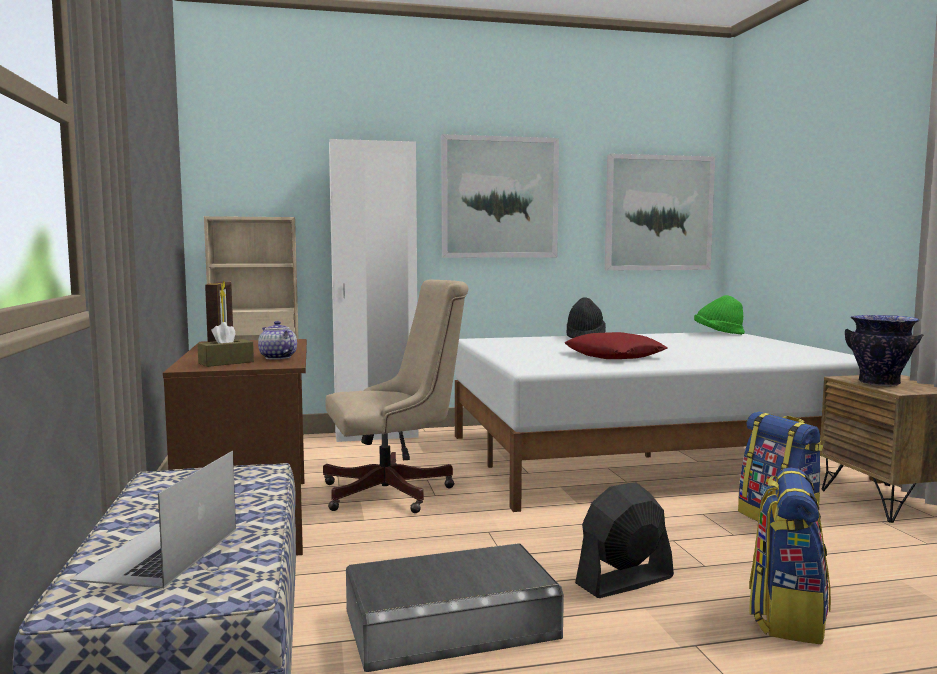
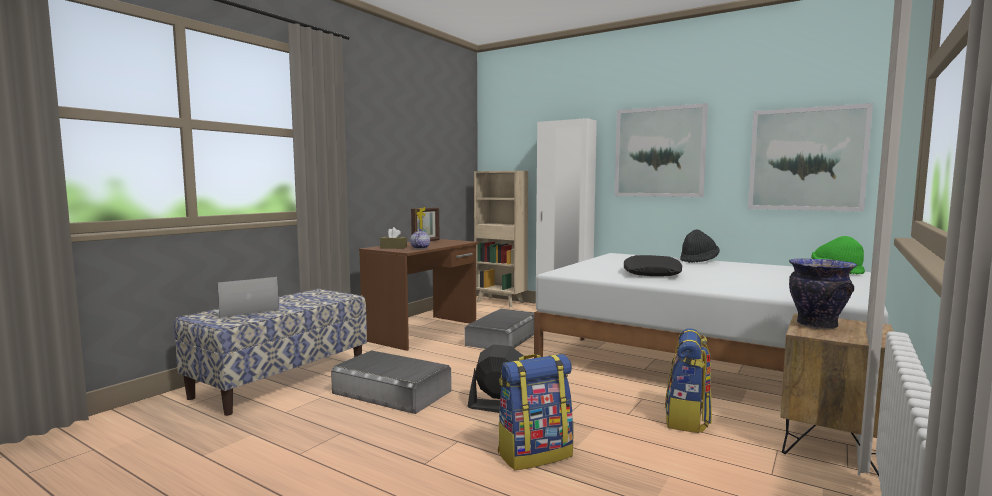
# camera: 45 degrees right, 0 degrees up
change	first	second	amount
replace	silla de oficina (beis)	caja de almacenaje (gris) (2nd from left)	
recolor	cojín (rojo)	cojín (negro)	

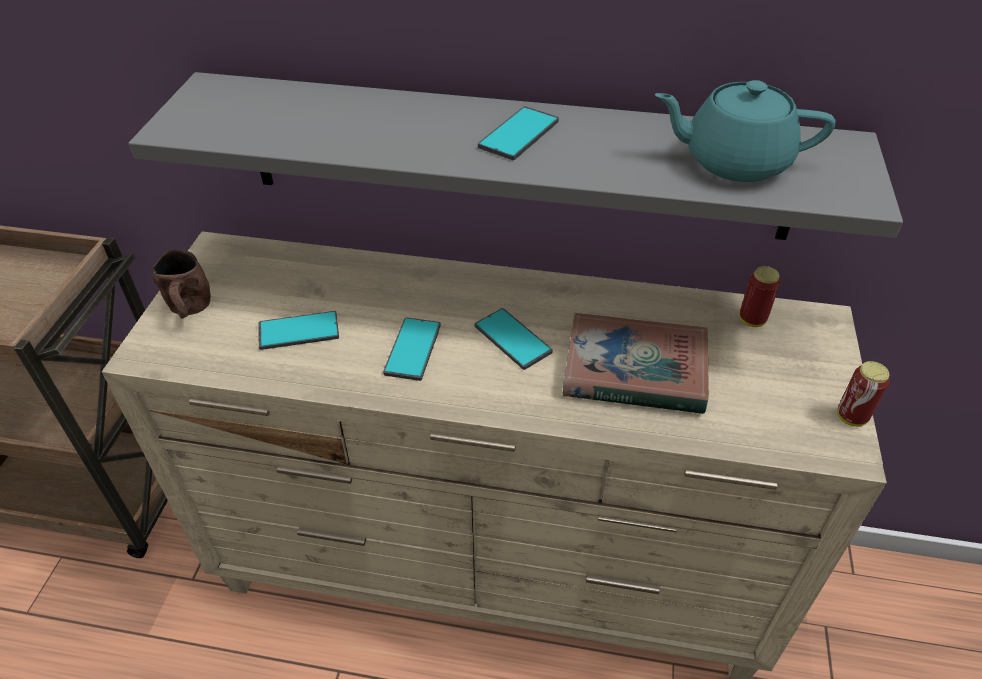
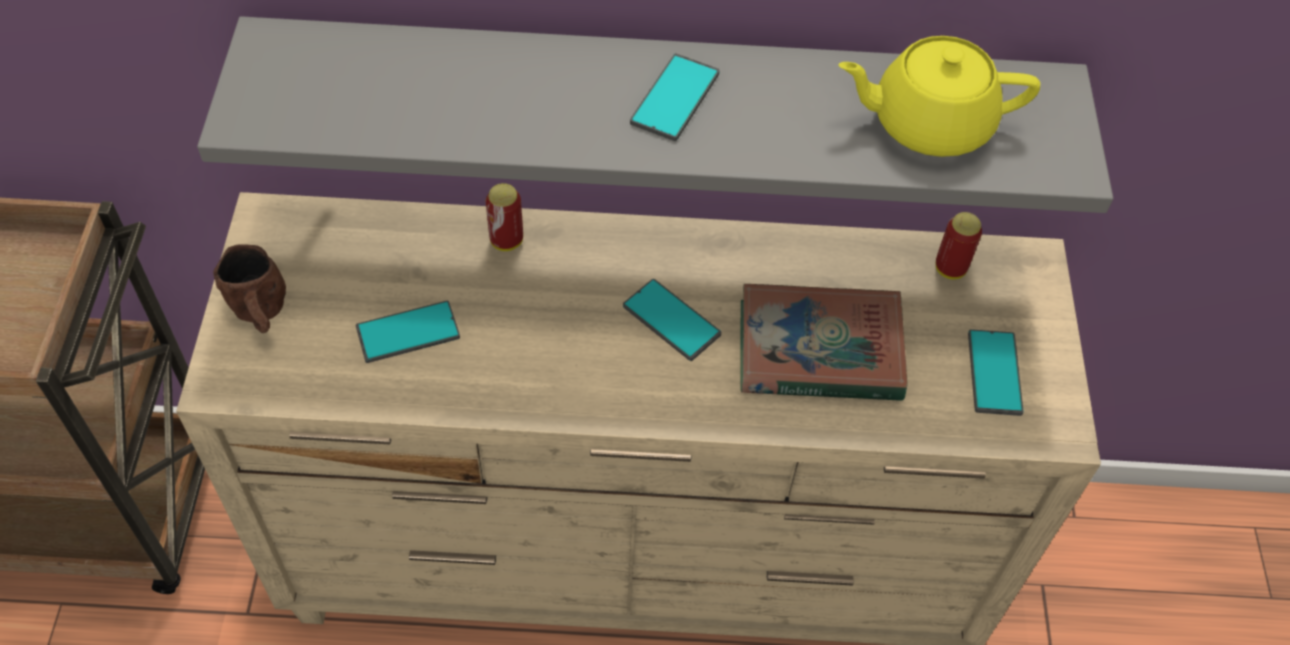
# camera: 10 degrees left, 10 degrees up
change	first	second	amount
move	móvil (2nd from left in the first image)	móvil (4th from left)	
move	lata (2nd from left in the first image)	lata (1st from left)	
recolor	tetera (turquesa)	tetera (amarillo)	

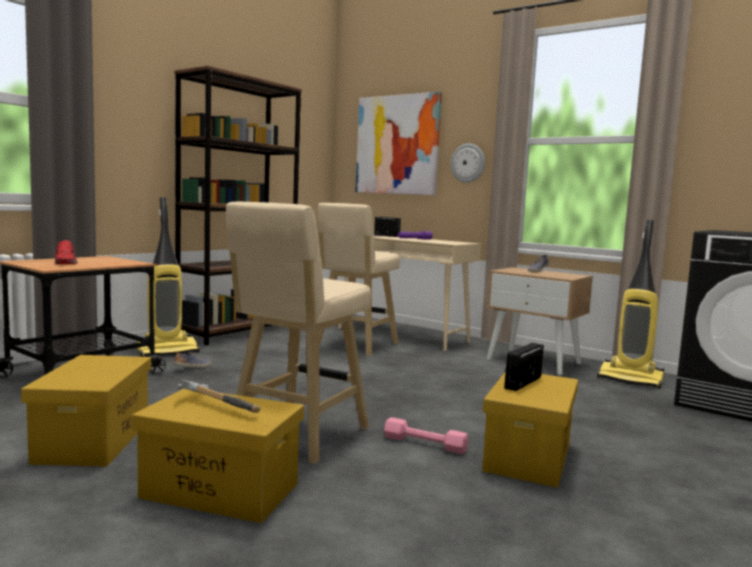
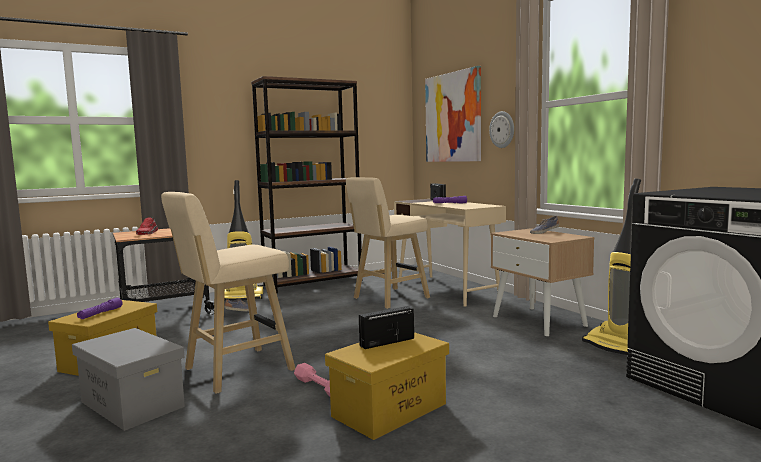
# camera: 25 degrees right, 0 degrees up
change	first	second	amount
delete	martillo		
insert		linterna (morado) (1st from left)	
recolor	caja de almacenaje (amarillo) (2nd from left)	caja de almacenaje (gris)	

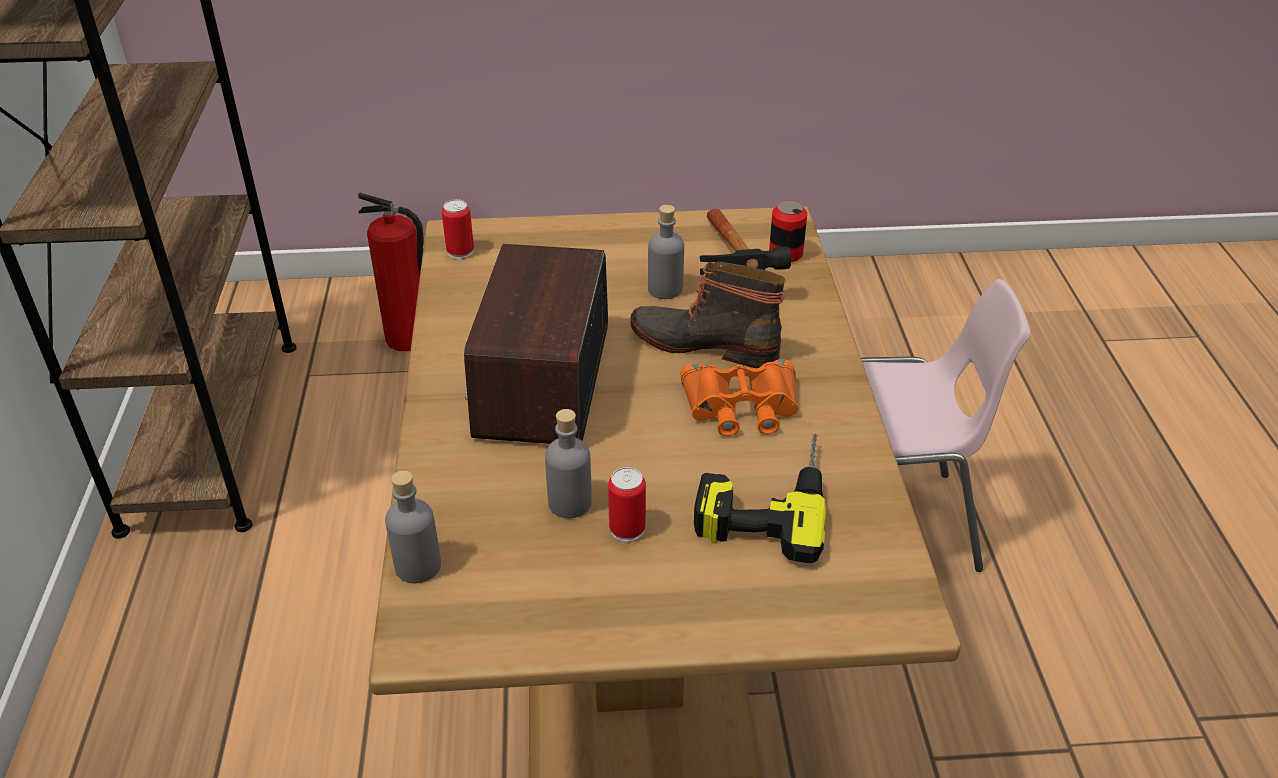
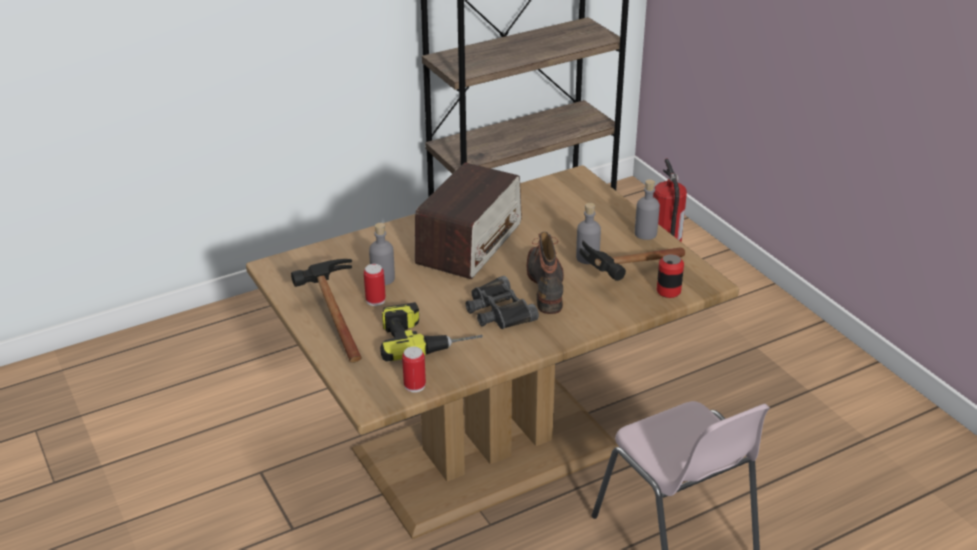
# camera: 65 degrees right, 5 degrees down
change	first	second	amount
insert		martillo (1st from left)	
move	botella (gris) (1st from left in the first image)	botella (gris) (3rd from left)	
move	lata (1st from left in the first image)	lata (2nd from left)	
recolor	prismáticos (naranja)	prismáticos (negro)	
rotate	radio		135 degrees clockwise

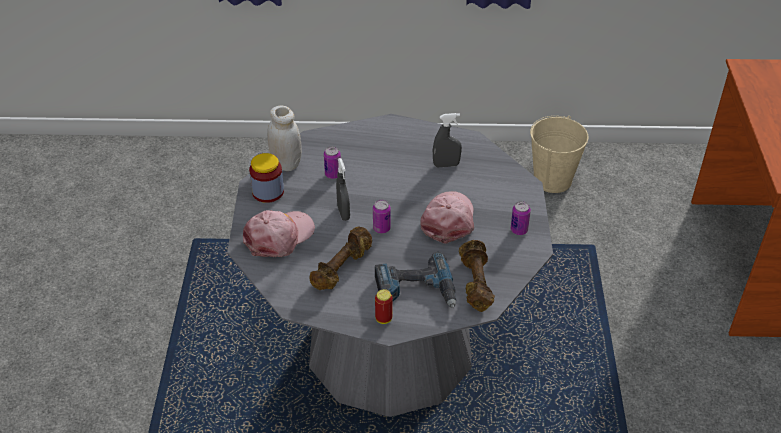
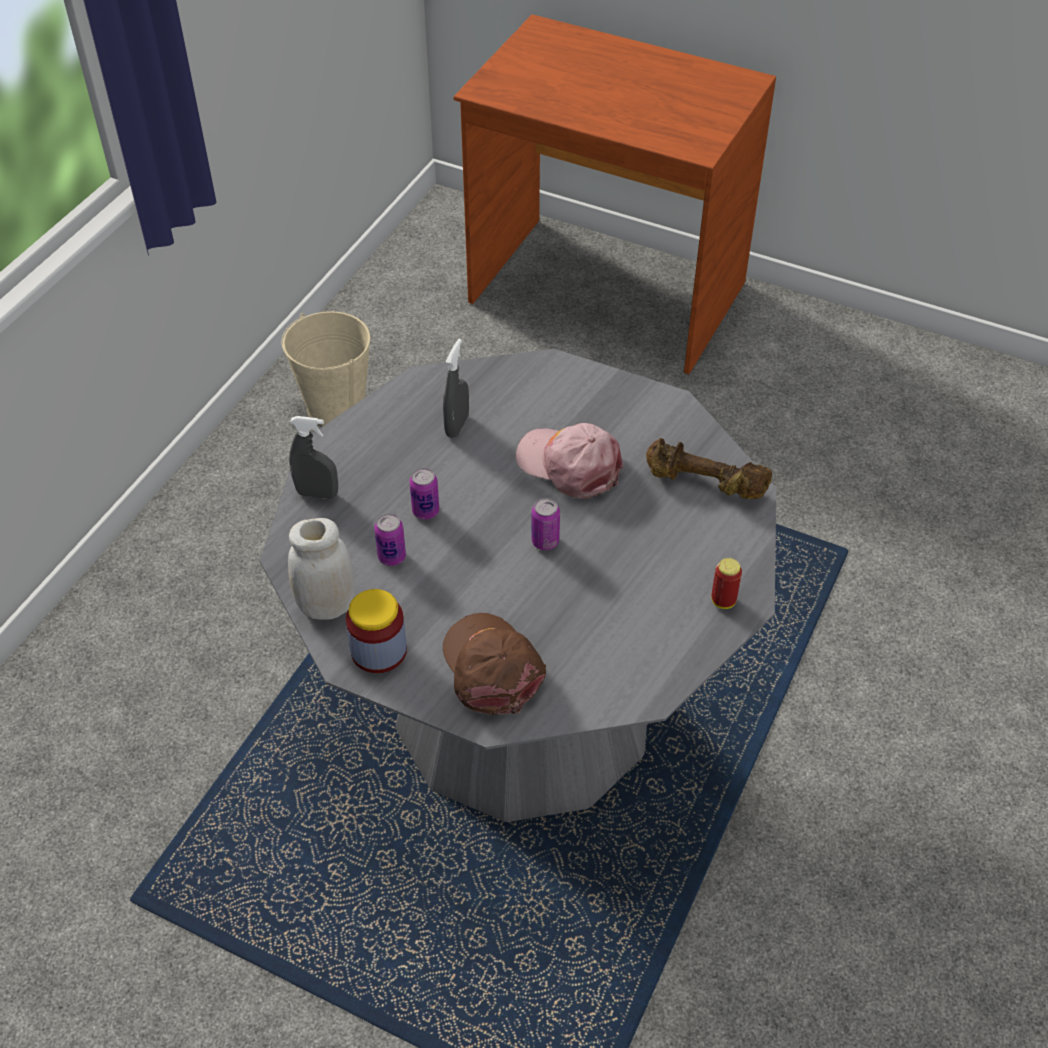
# camera: 65 degrees left, 5 degrees up
change	first	second	amount
delete	mancuerna (marrón) (1st from left)		
delete	taladro		
move	pulverizador (gris) (1st from left)		
move	lata (4th from left in the first image)	lata (2nd from left)	
recolor	gorra (rosa) (1st from left)	gorra (marrón)	

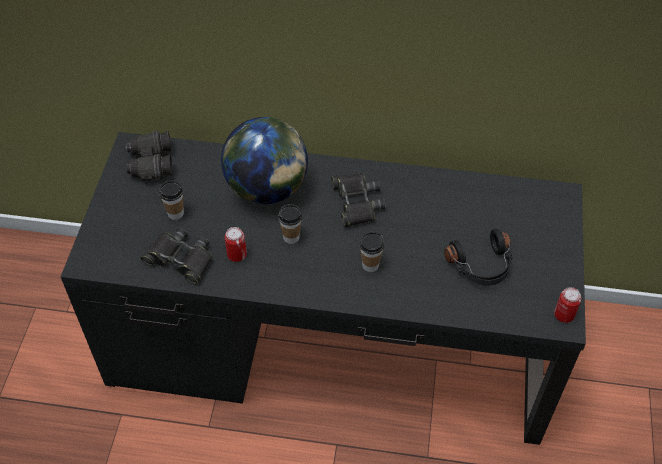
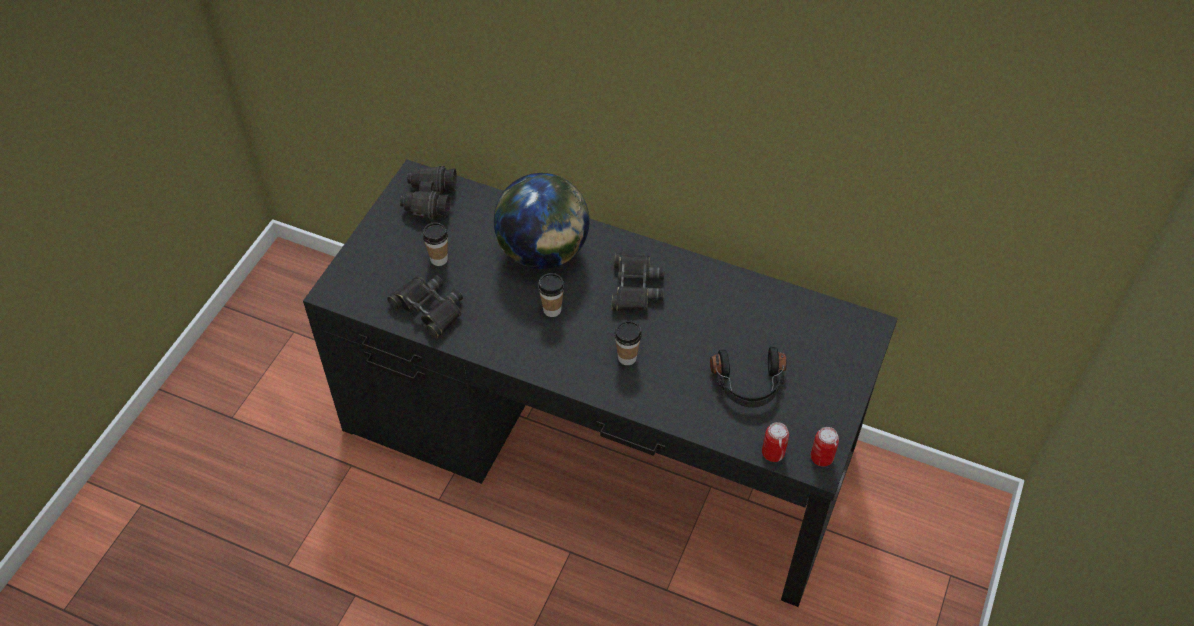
# camera: 15 degrees right, 0 degrees up
change	first	second	amount
move	lata (1st from left)		

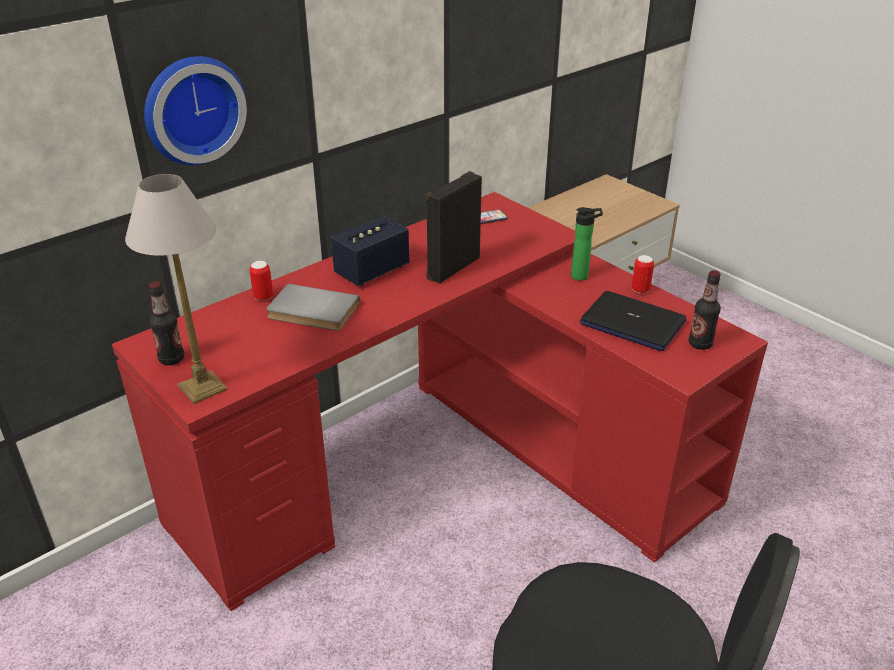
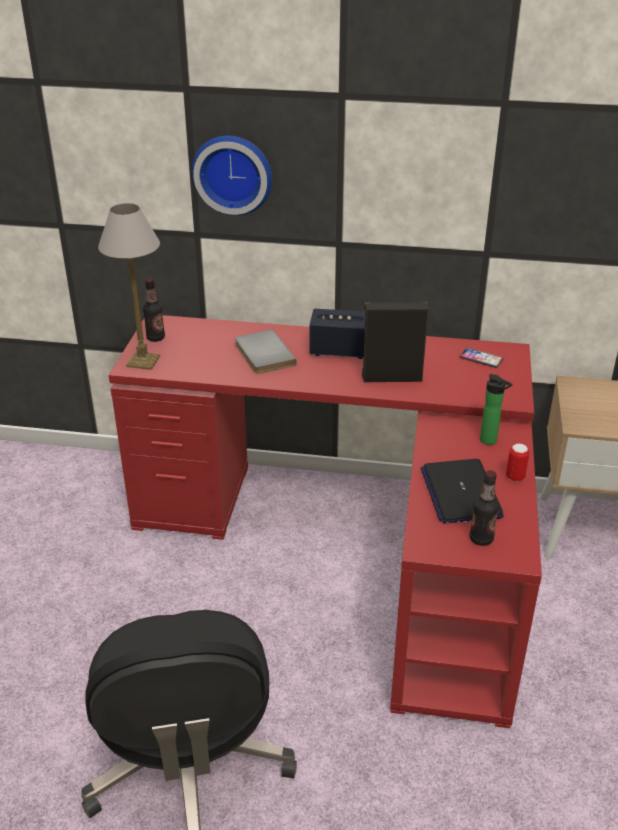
# camera: 50 degrees right, 0 degrees up
change	first	second	amount
delete	lata (1st from left)		

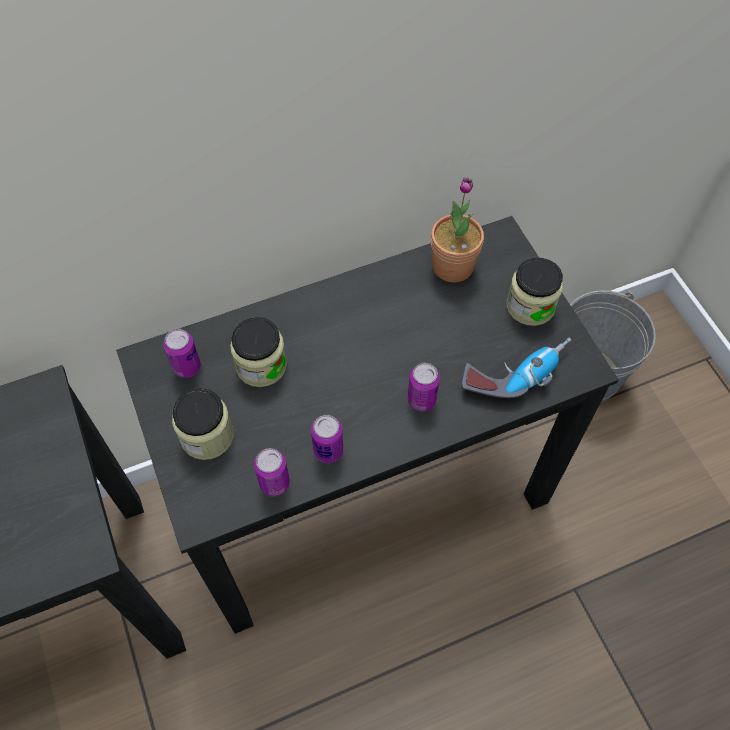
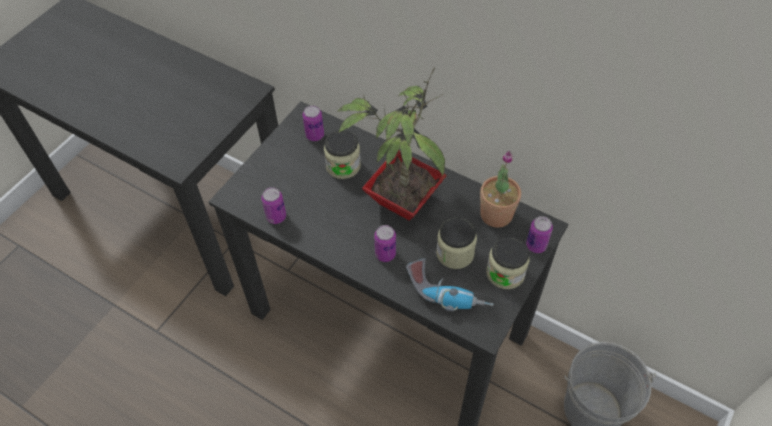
# camera: 55 degrees right, 5 degrees down
change	first	second	amount
insert		planta en maceta (1st from left)	
move	tarro (1st from left in the first image)	tarro (2nd from left)	
move	lata (3rd from left in the first image)	lata (4th from left)	

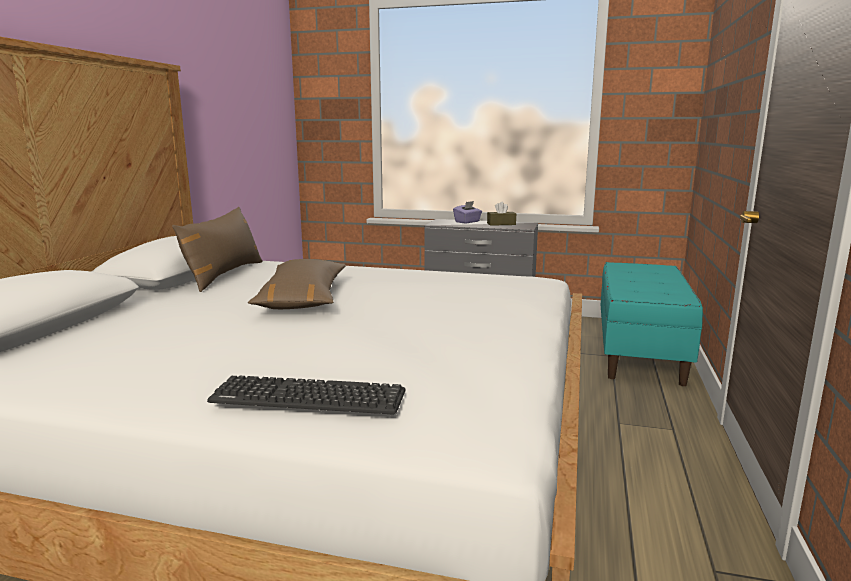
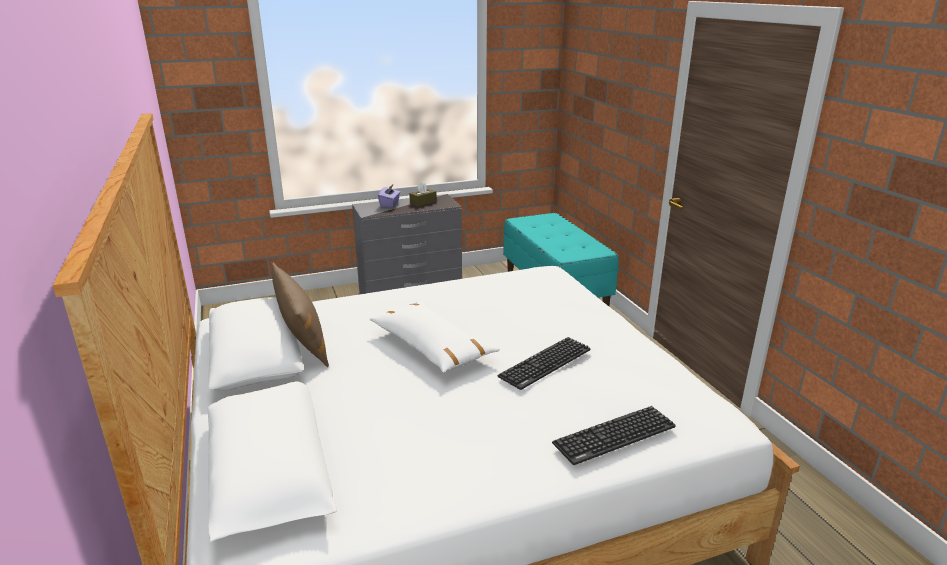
# camera: 35 degrees left, 10 degrees up
change	first	second	amount
insert		teclado (1st from left)	
recolor	cojín (marrón) (2nd from left)	cojín (blanco)	

